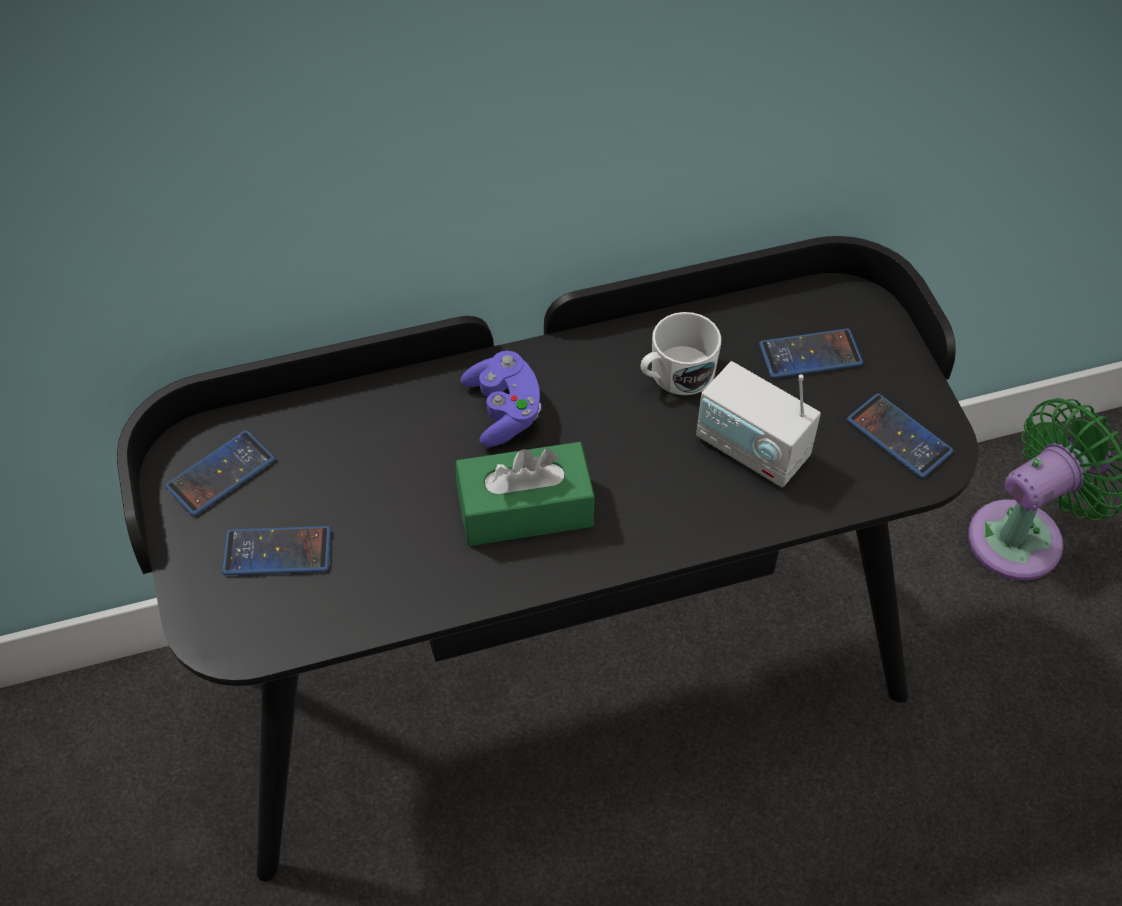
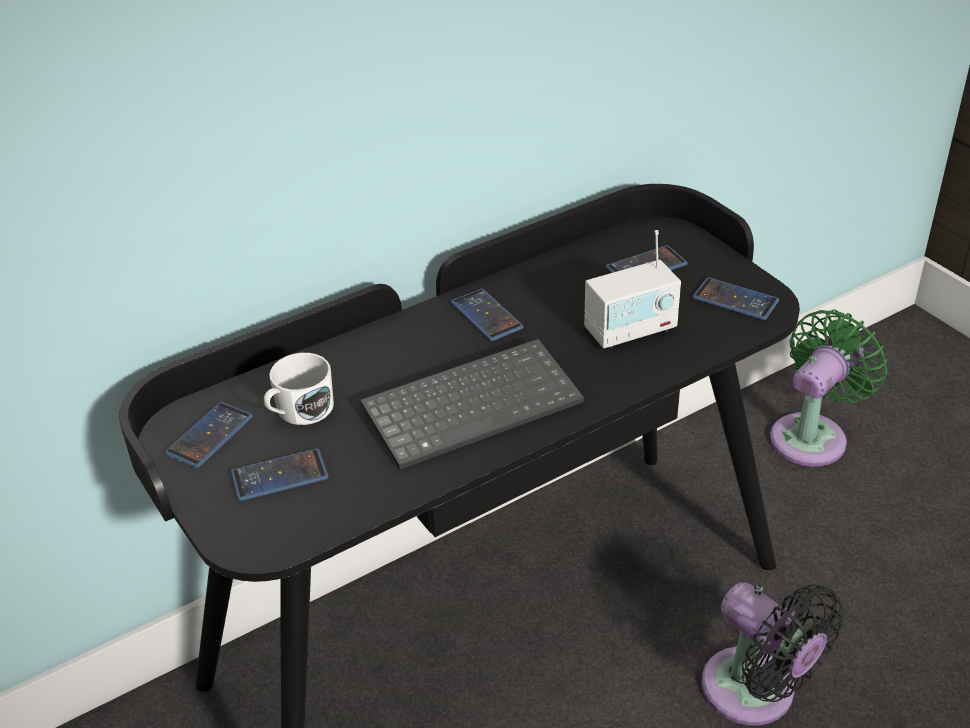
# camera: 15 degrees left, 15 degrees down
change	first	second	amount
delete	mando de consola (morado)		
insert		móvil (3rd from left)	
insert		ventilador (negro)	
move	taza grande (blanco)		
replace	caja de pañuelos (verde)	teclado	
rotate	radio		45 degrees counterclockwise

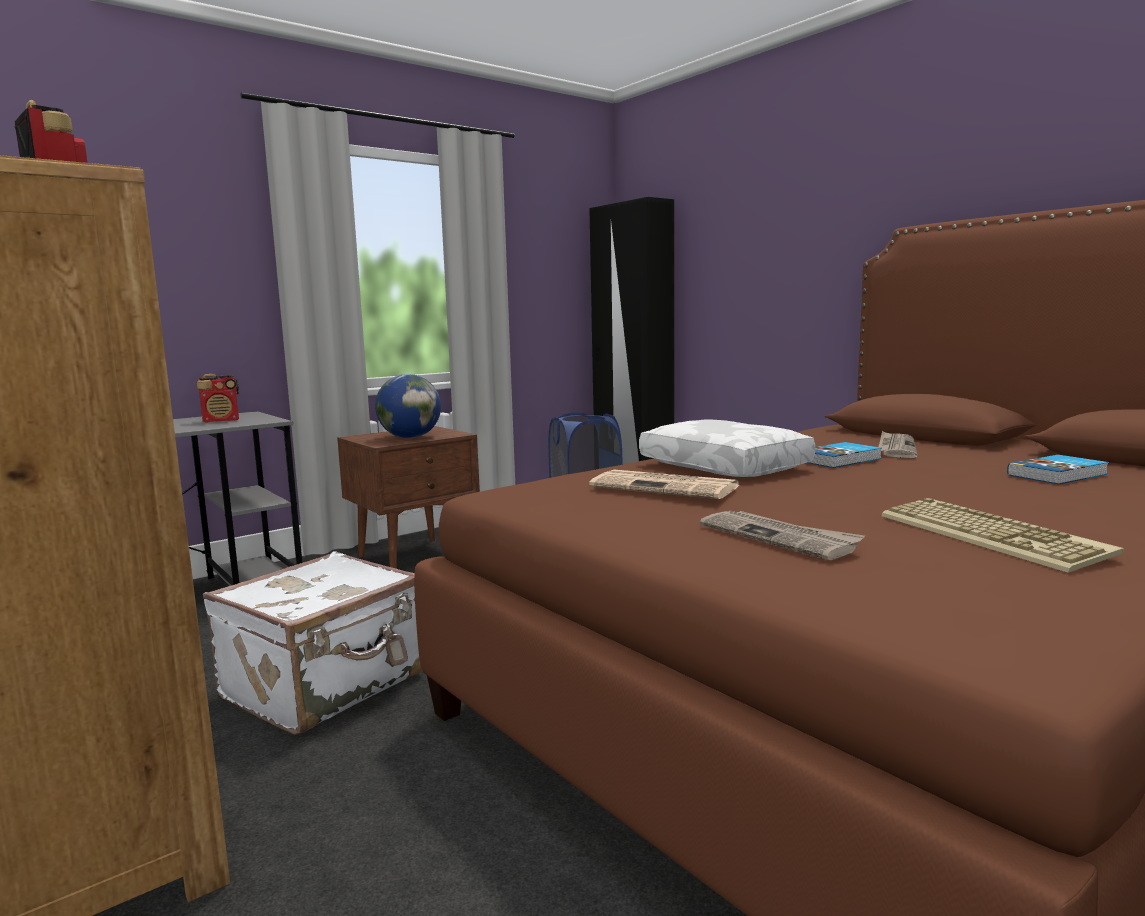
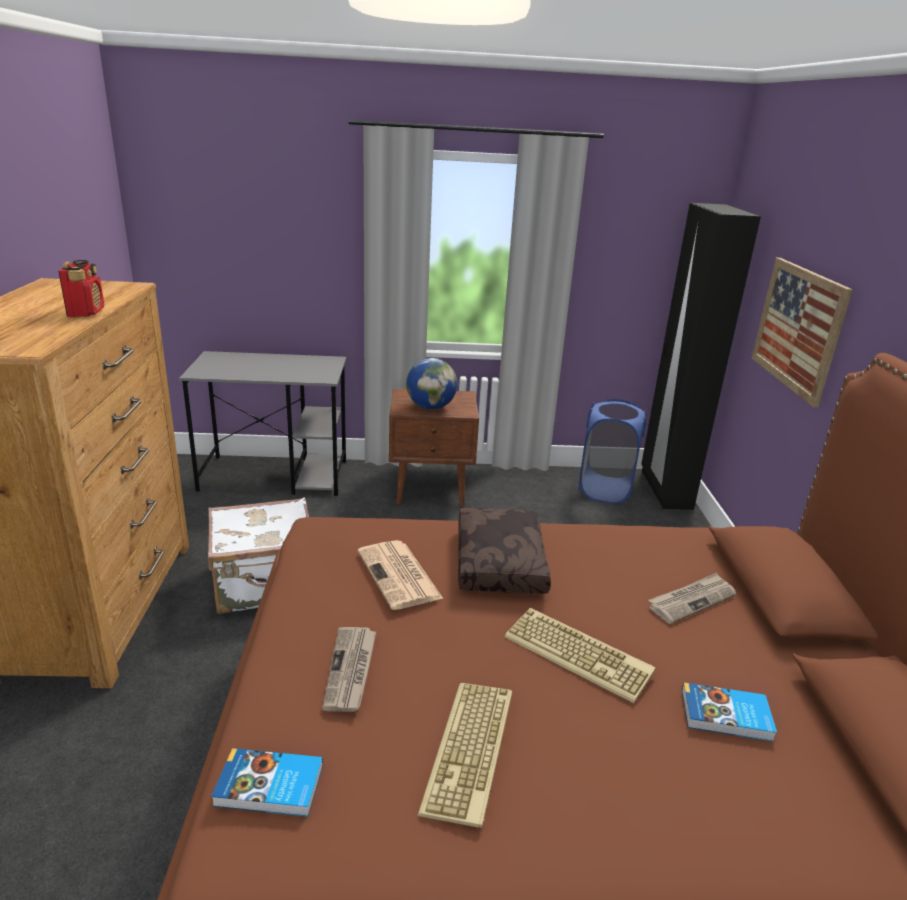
# camera: 35 degrees right, 15 degrees up
change	first	second	amount
delete	radio (2nd from left)		
insert		teclado (2nd from left)	
insert		cuadro	
move	libro (1st from left)		
recolor	cojín (blanco)	cojín (marrón)	

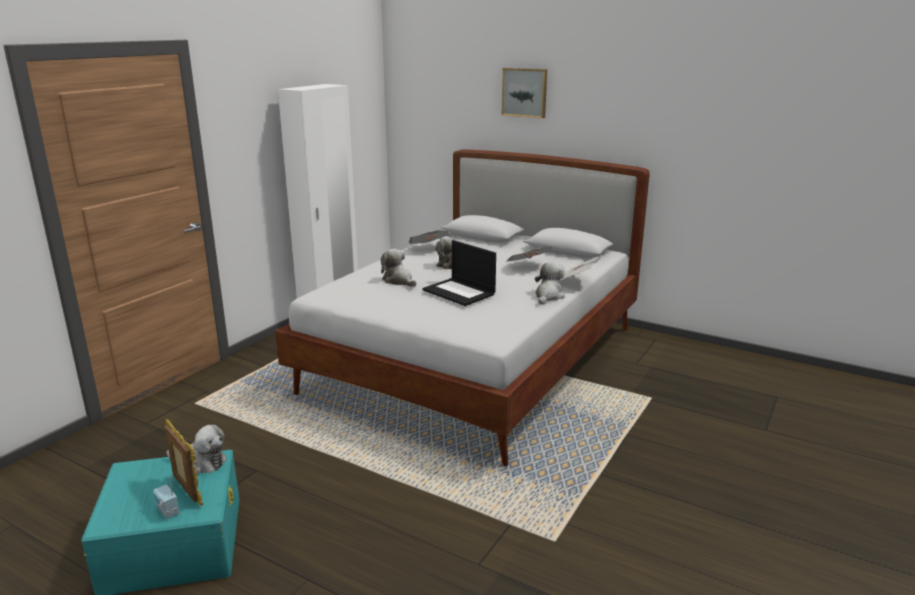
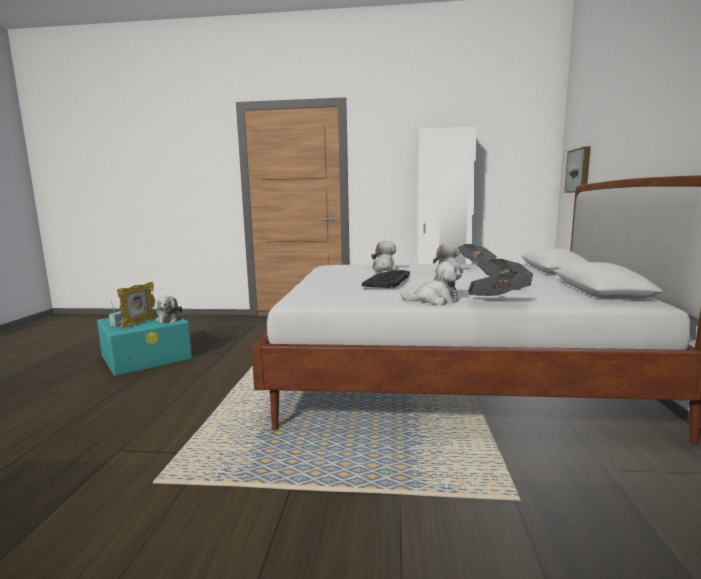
# camera: 65 degrees right, 10 degrees down
change	first	second	amount
move	cuadro		
replace	portátil	teclado	

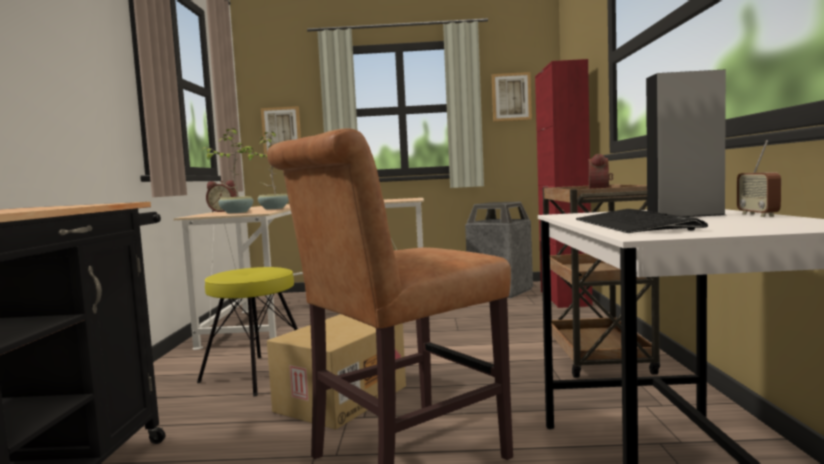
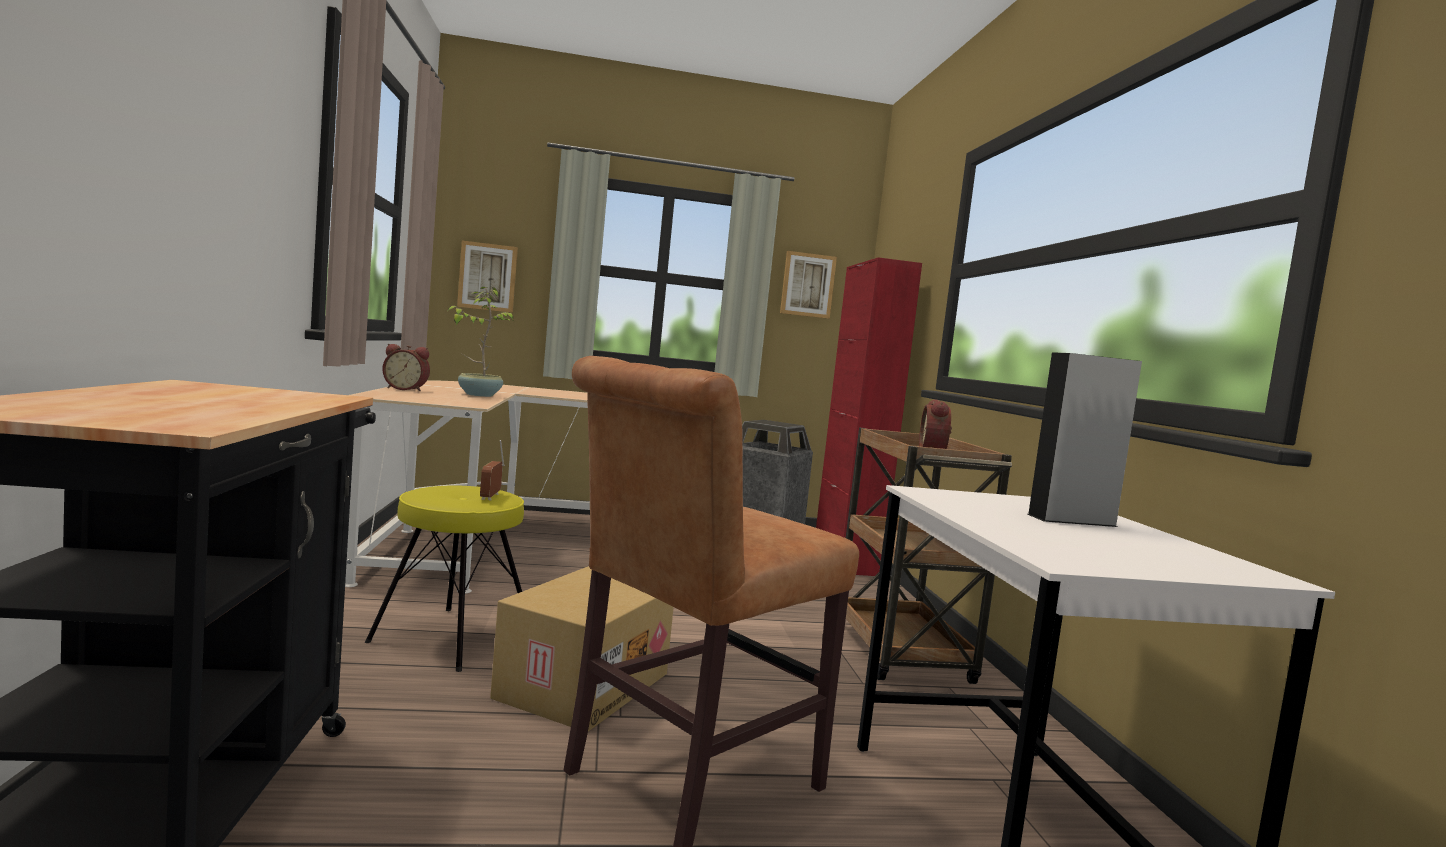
# camera: 10 degrees left, 0 degrees up
change	first	second	amount
delete	planta en maceta (1st from left)		
delete	teclado		
move	radio		

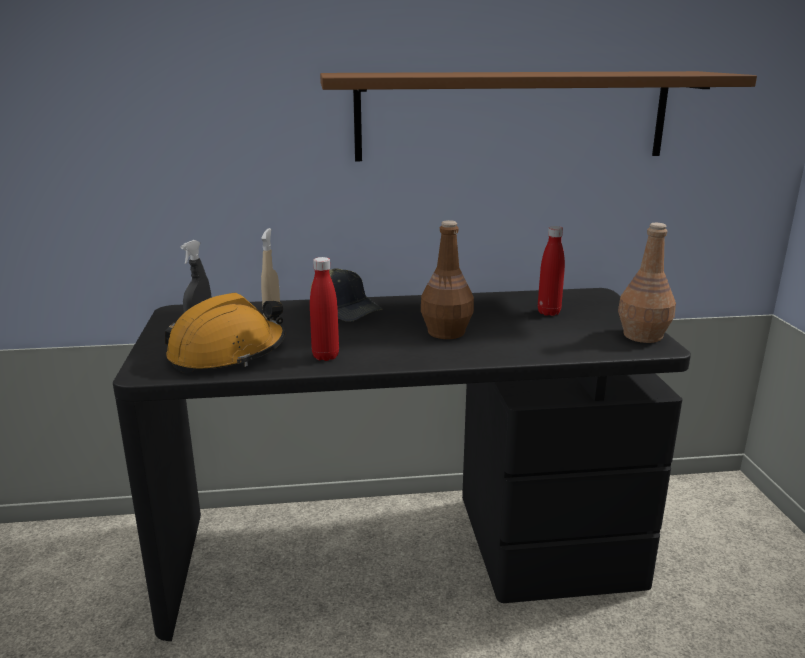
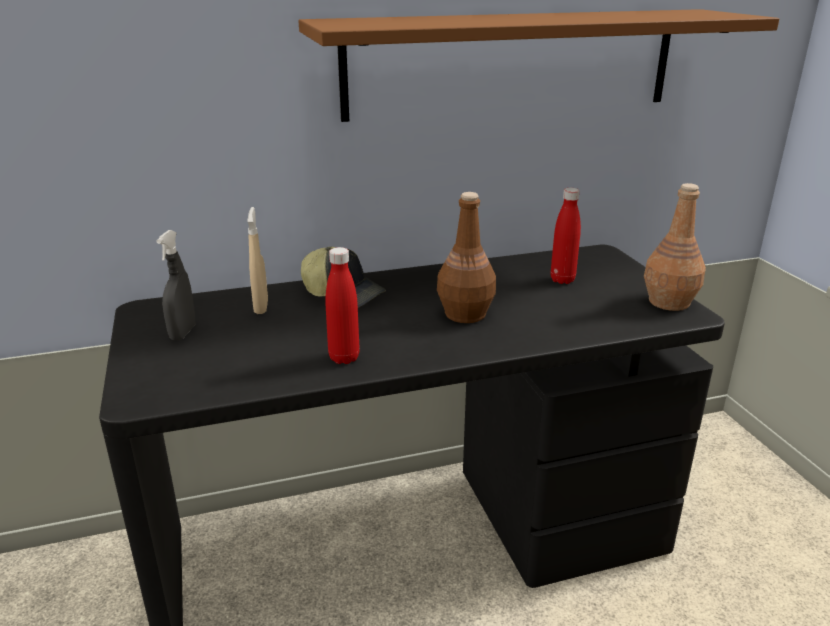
# camera: 10 degrees left, 5 degrees up
change	first	second	amount
delete	casco (naranja)		

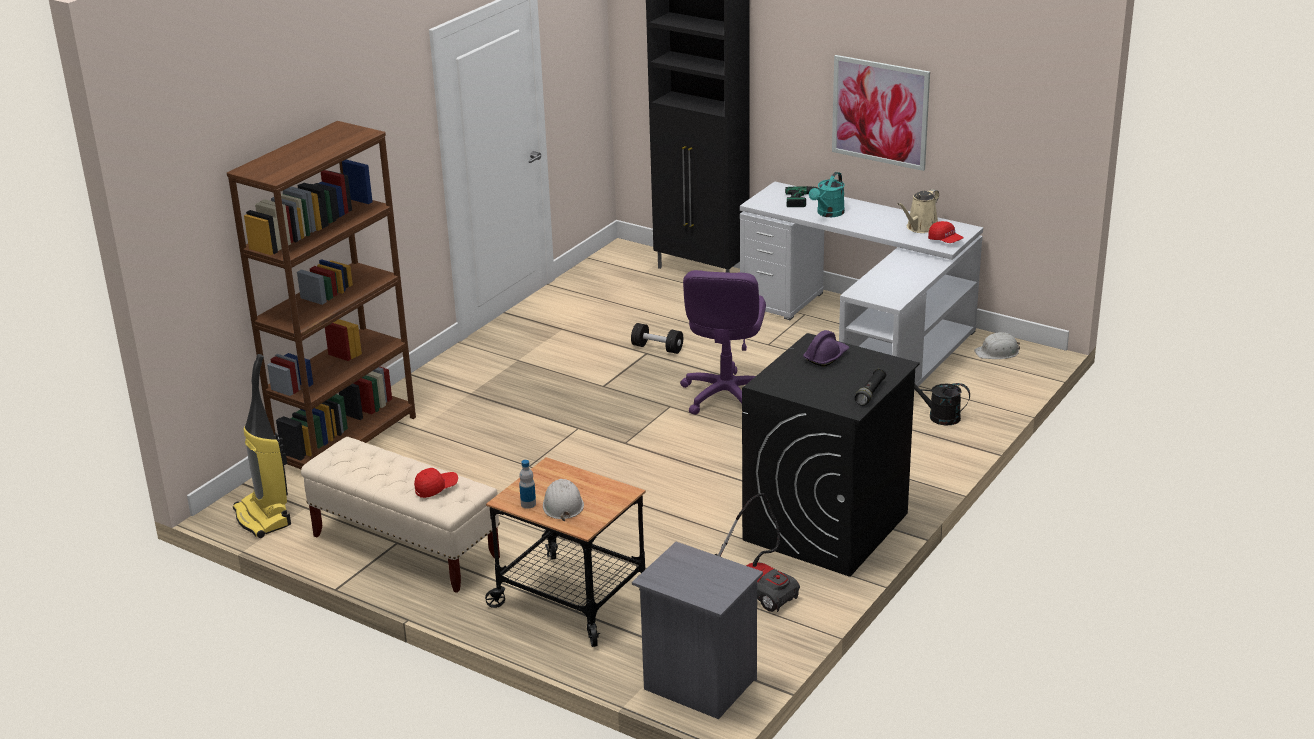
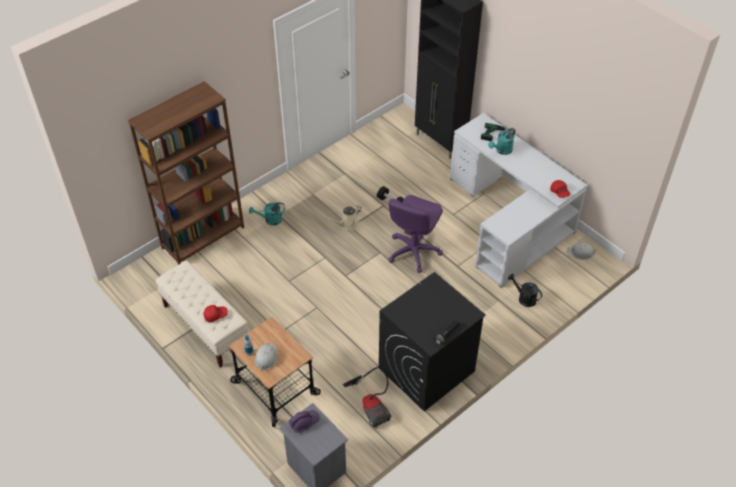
# camera: 15 degrees right, 20 degrees up
change	first	second	amount
delete	aspiradora (1st from left)		
delete	cuadro		
insert		regadera (turquesa) (1st from left)	
move	casco (morado)		
move	regadera (beis)		

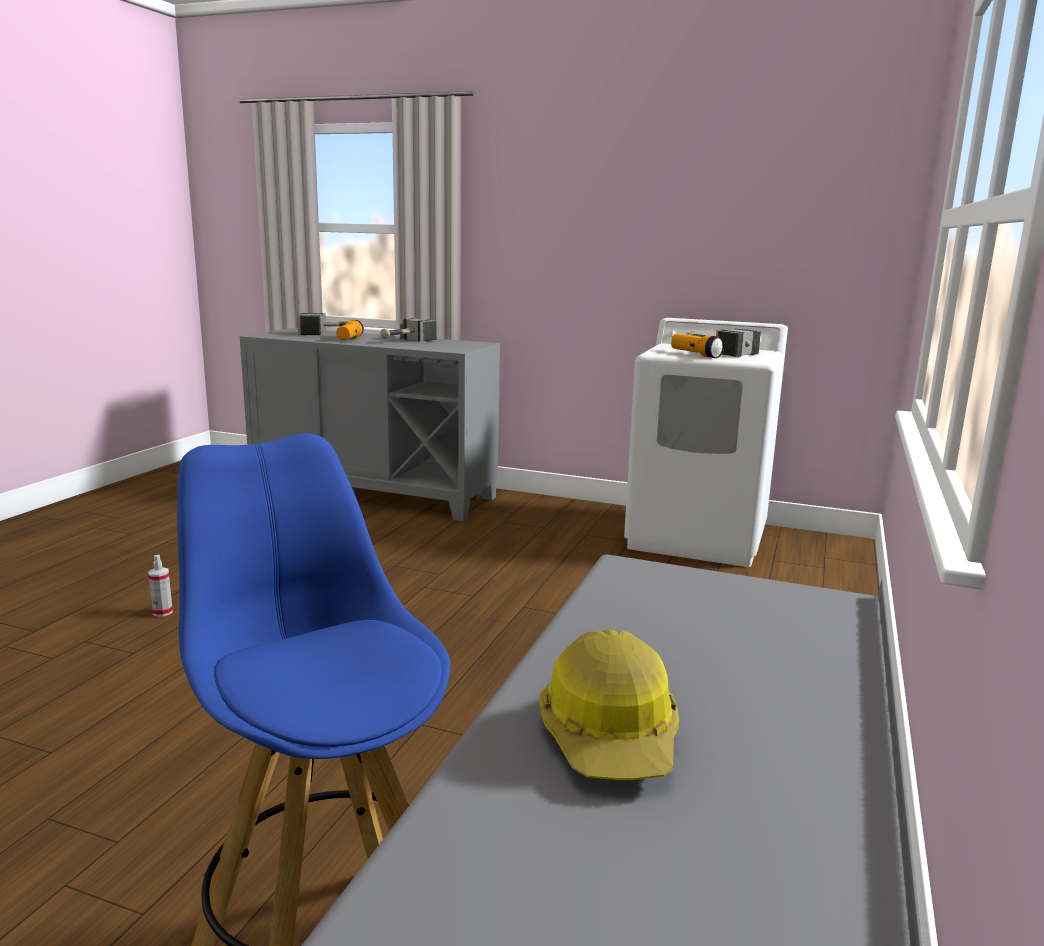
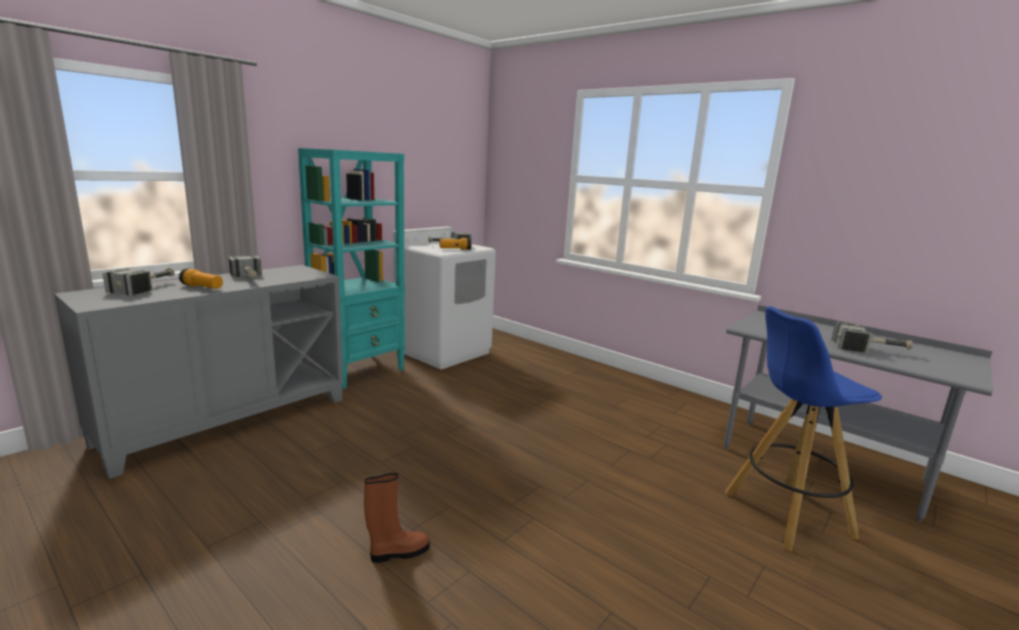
# camera: 70 degrees left, 0 degrees up
change	first	second	amount
insert		estantería (turquesa)	
replace	pulverizador	bota (marrón)	
replace	casco	martillo (4th from left)	

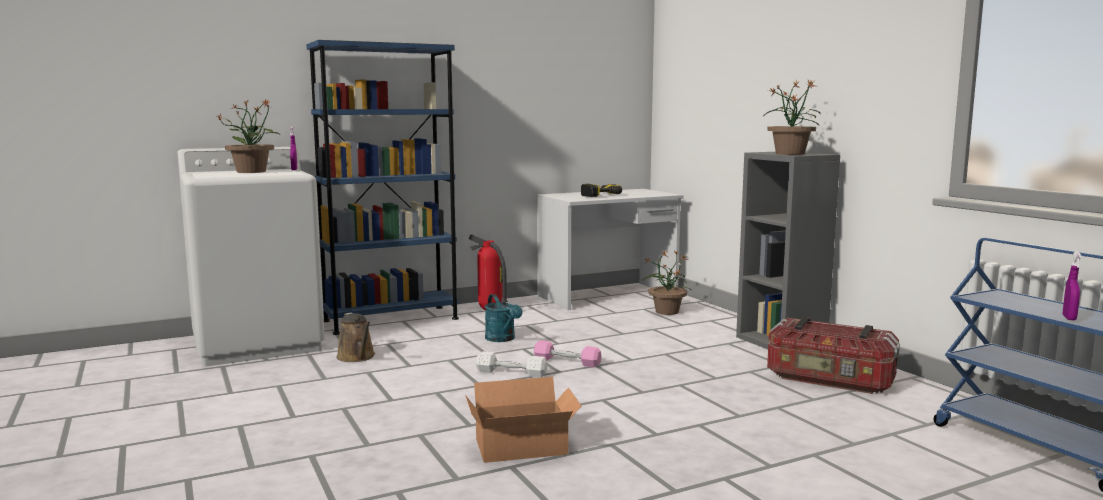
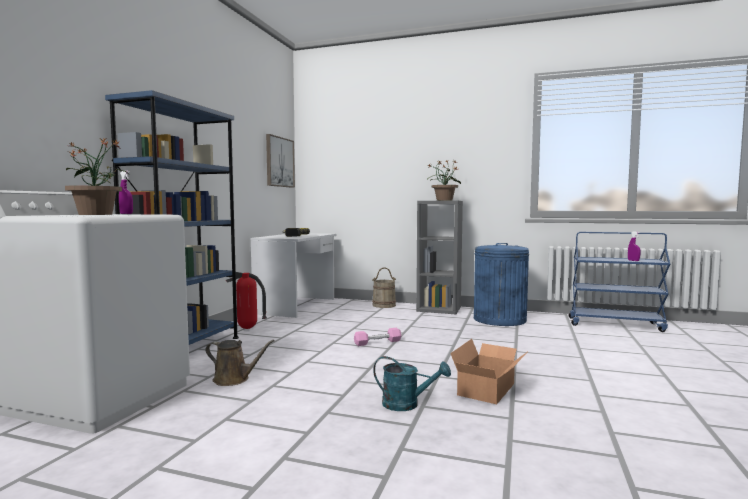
# camera: 45 degrees left, 5 degrees down
change	first	second	amount
delete	mancuerna (blanco)		
delete	planta en maceta (2nd from left)		
insert		cuadro	
insert		cubo (beis)	
move	regadera (turquesa)		
replace	caja de almacenaje	papelera (azul)	

